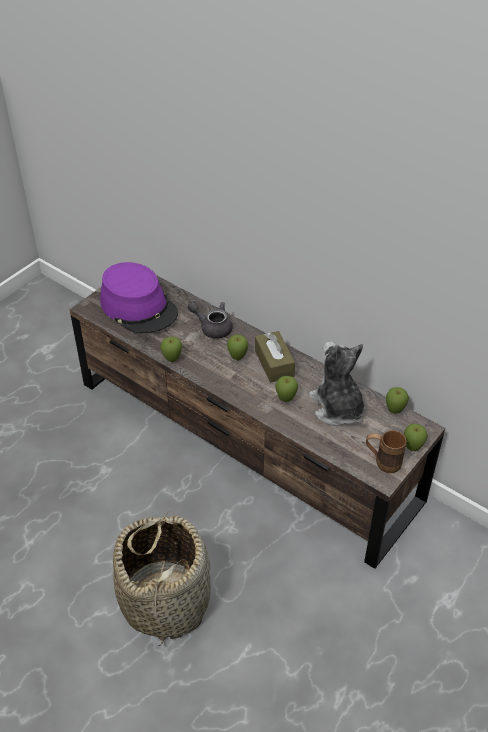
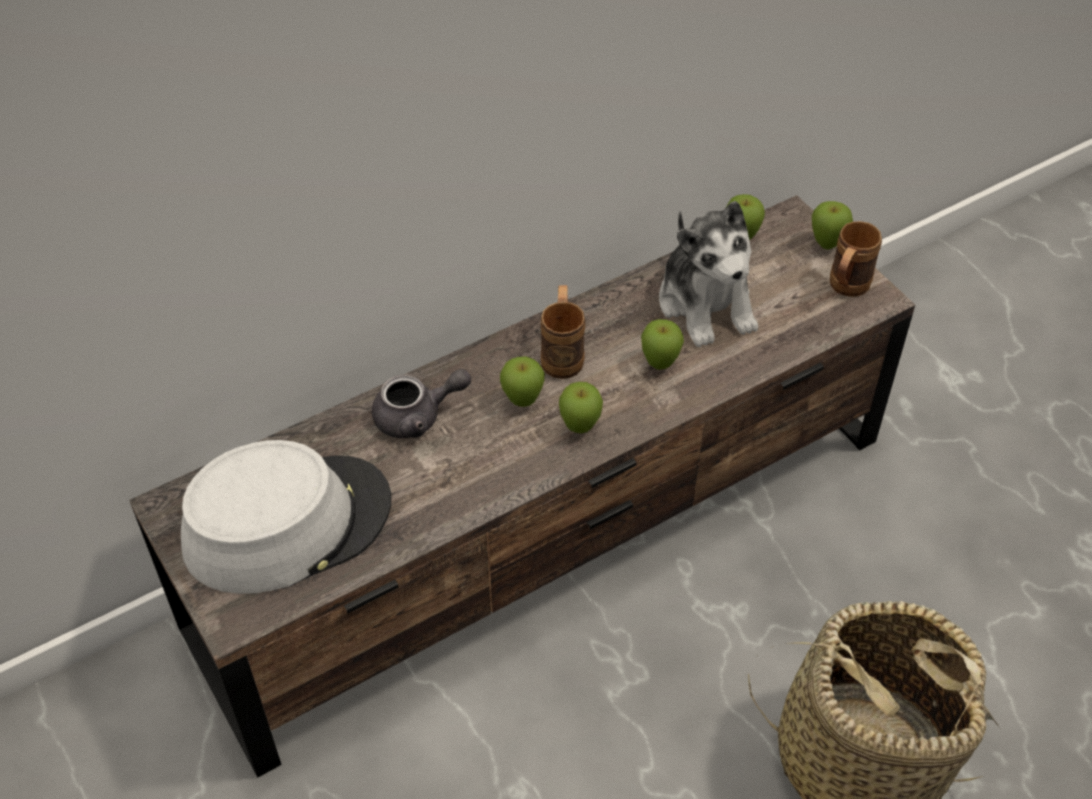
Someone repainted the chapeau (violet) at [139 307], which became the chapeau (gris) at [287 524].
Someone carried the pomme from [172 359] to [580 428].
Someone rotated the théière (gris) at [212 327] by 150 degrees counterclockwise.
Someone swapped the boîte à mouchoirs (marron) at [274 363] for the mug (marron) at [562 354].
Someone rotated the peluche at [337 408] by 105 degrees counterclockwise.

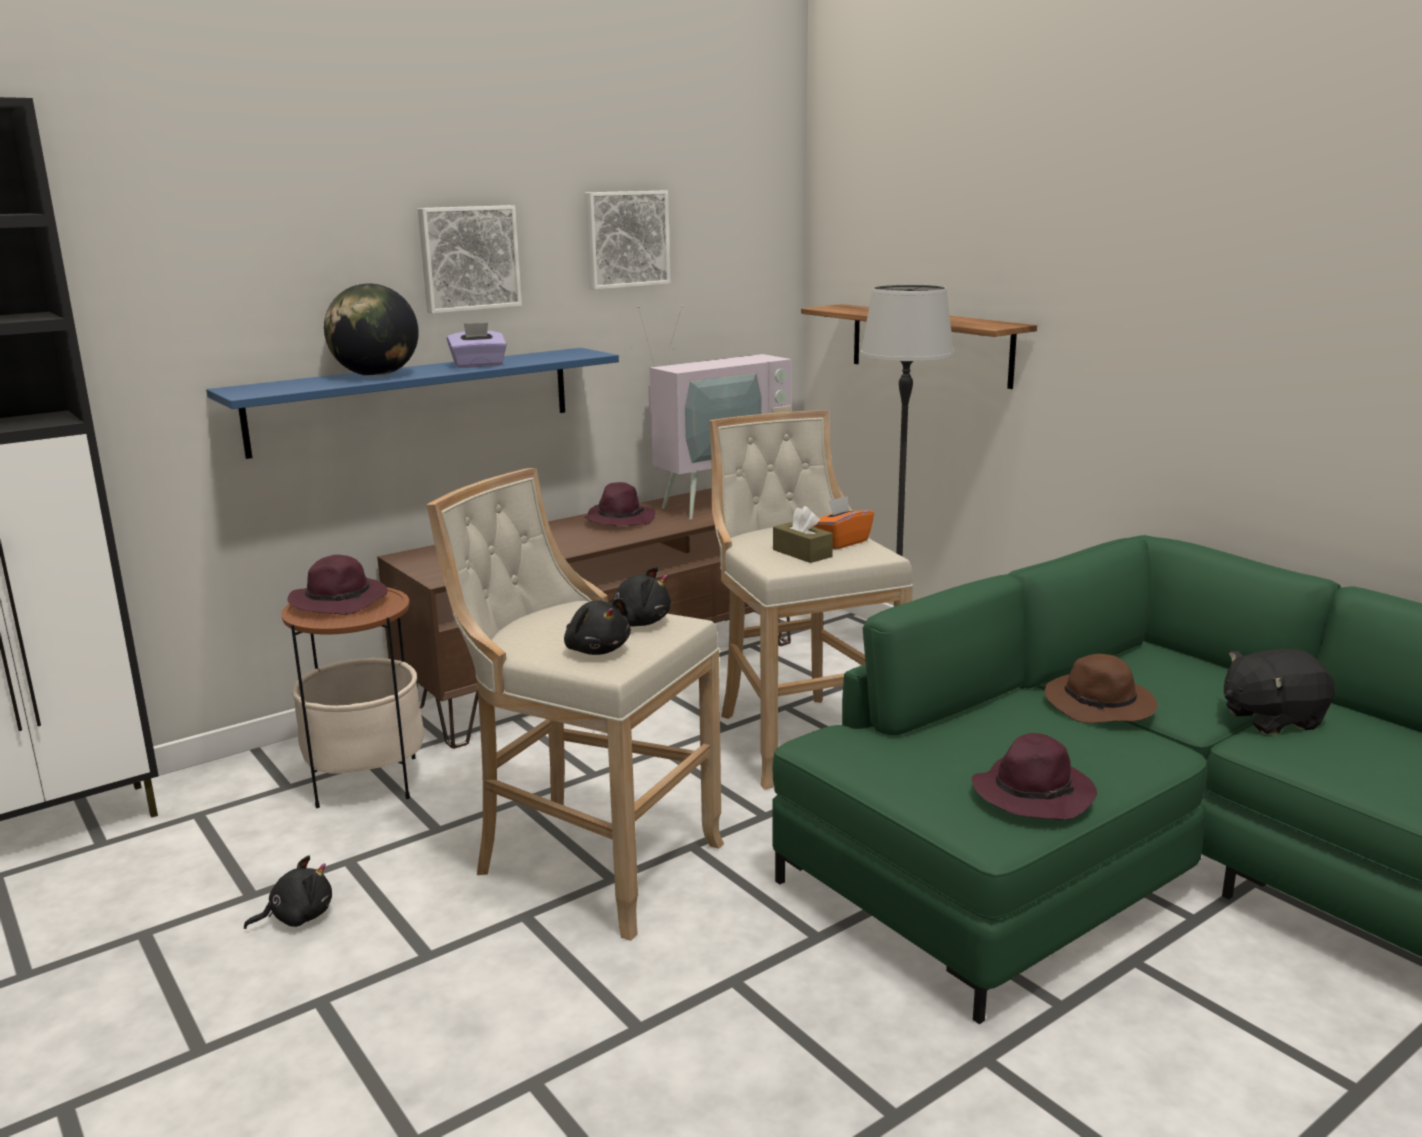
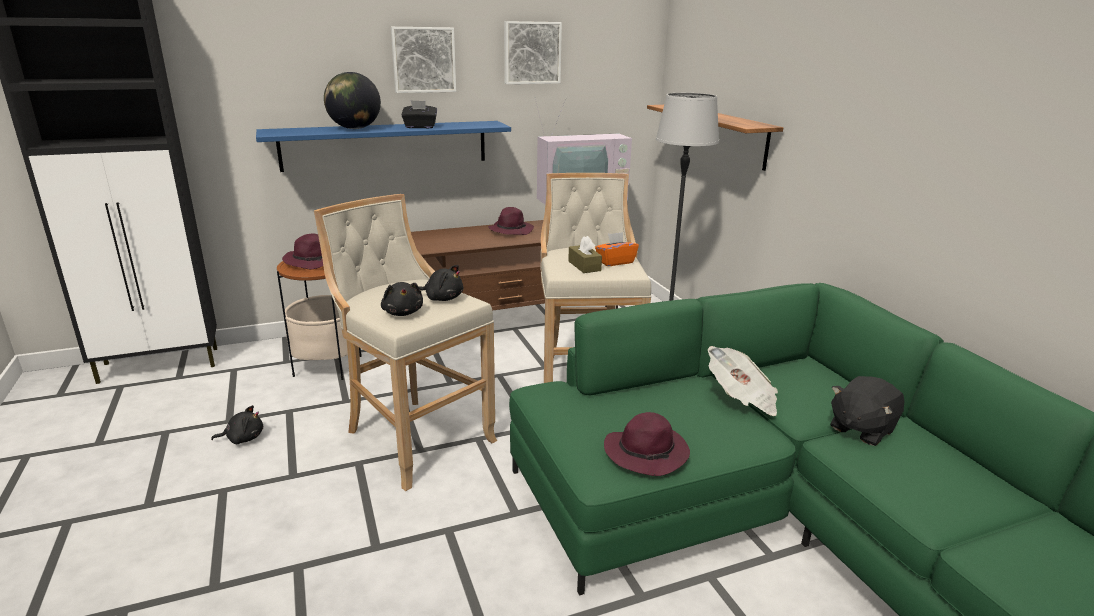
Someone repainted the boîte à mouchoirs (violet) at [478 365], which became the boîte à mouchoirs (noir) at [420 127].
Someone swapped the chapeau (marron) at [1101 706] for the journal at [741 398].
Someone rotated the peluche (noir) at [1271 719] by 45 degrees counterclockwise.

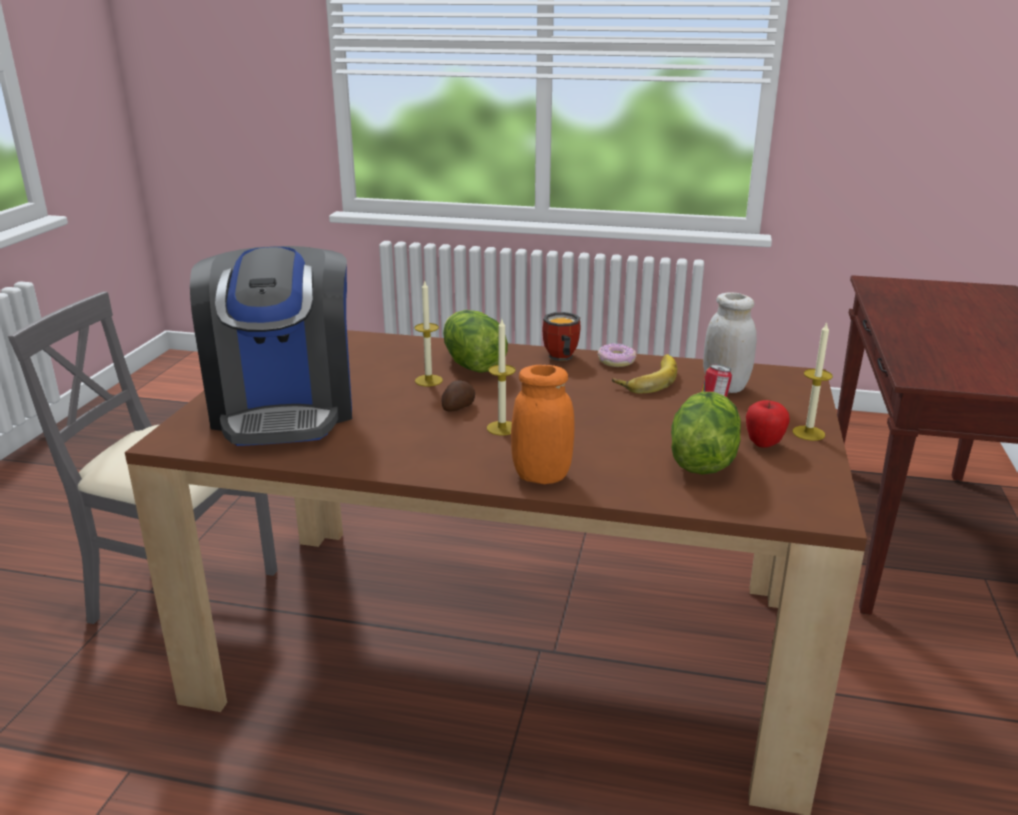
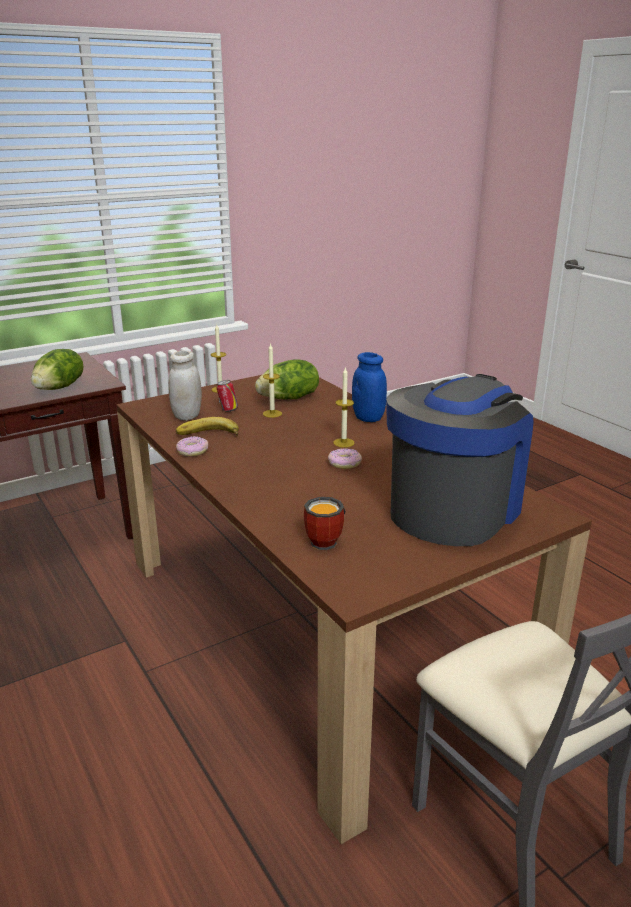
Someone carried the bougie from [428 380] to [272 413].
Someone swapped the pomme de terre at [457 407] for the beignet at [344 463].
Someone carried the laitue from [472 365] to [60 387].
Someone repainted the bocal (orange) at [541 476], which became the bocal (bleu) at [368 418].
Someone carried the mug from [559 358] to [328 541].
Someone took away the pomme at [764 444].

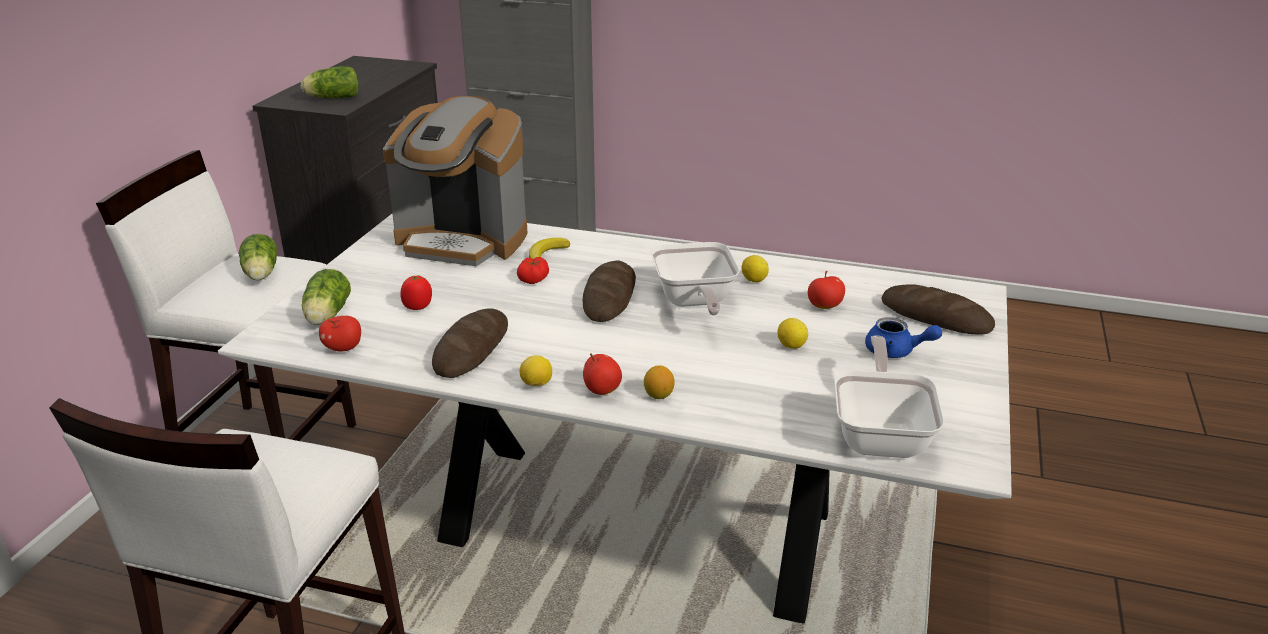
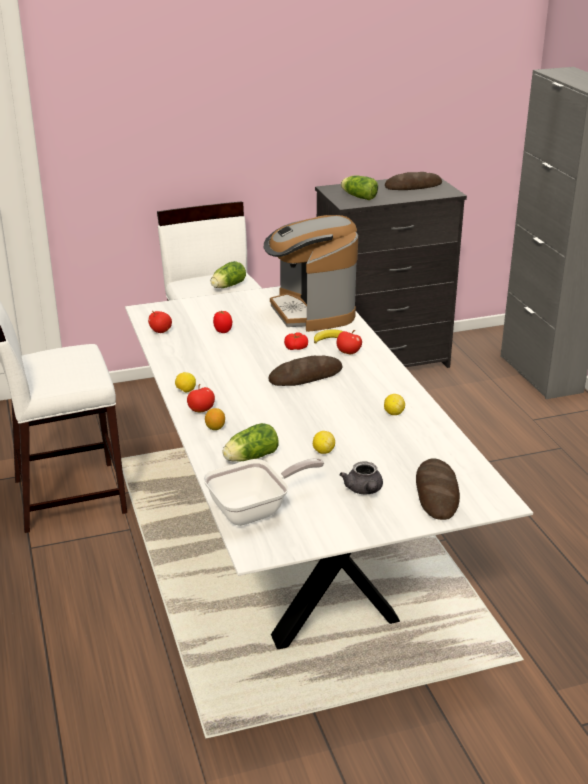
Someone carried the laitue from [326 316] to [249 457].
Someone carried the pain from [472 349] to [413 186].
Someone took away the poêle at [694 302].
Someone carried the pomme from [825 306] to [348 353].
Someone repainted the théière (bleu) at [896 352], which became the théière (gris) at [364 490].

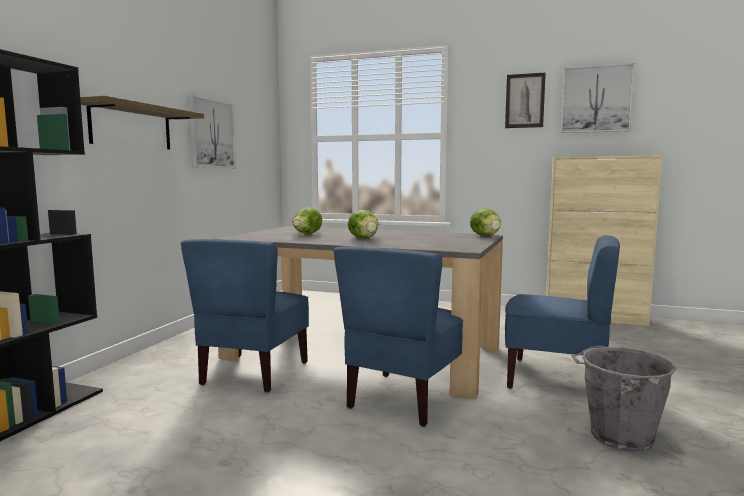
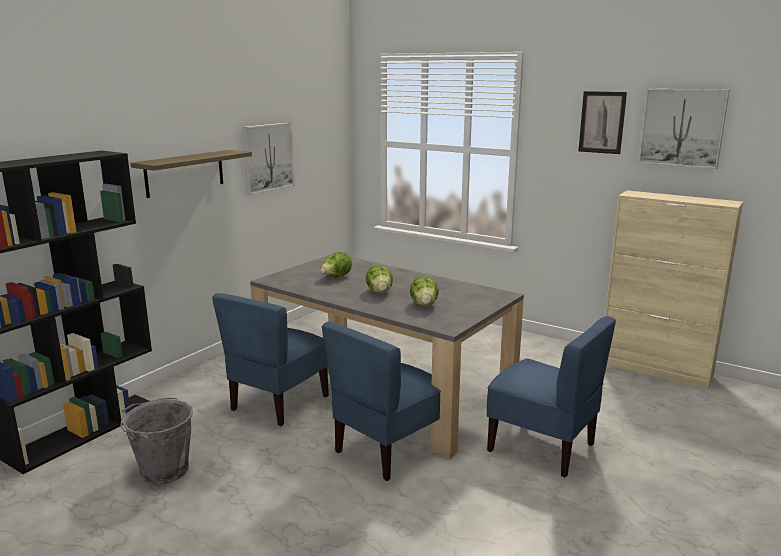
Someone carried the laitue from [485 236] to [424 305].
Someone carried the seau (gris) from [618 436] to [163 470].

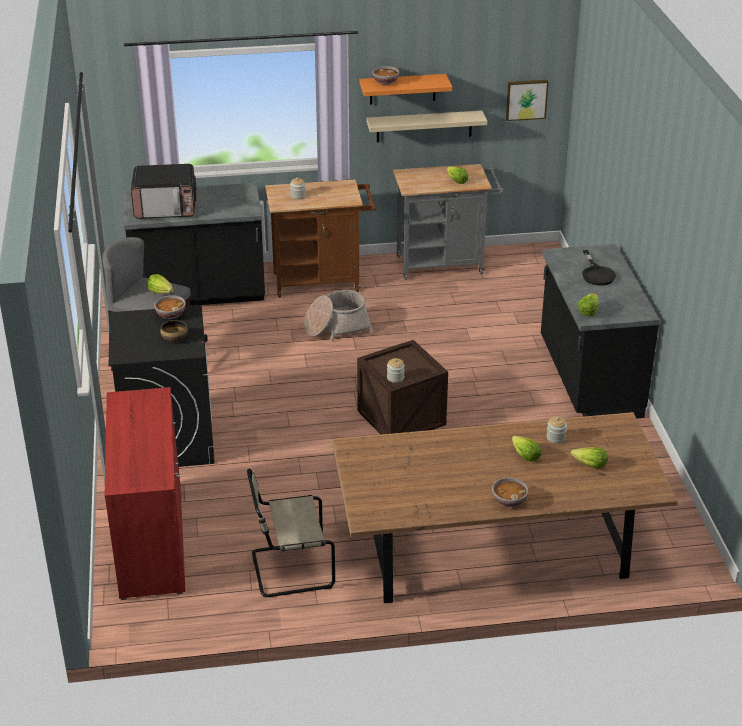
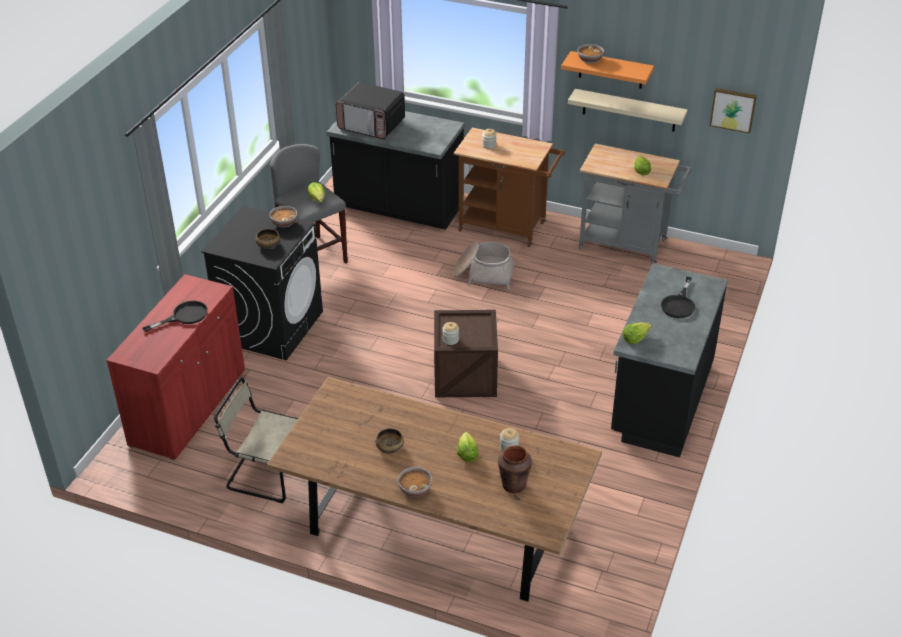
Someone swapped the laitue at [589 465] for the vase (marron) at [513 485].
Someone put down the poêle (noir) at [184 316].
Someone put down the bol at [390 447].

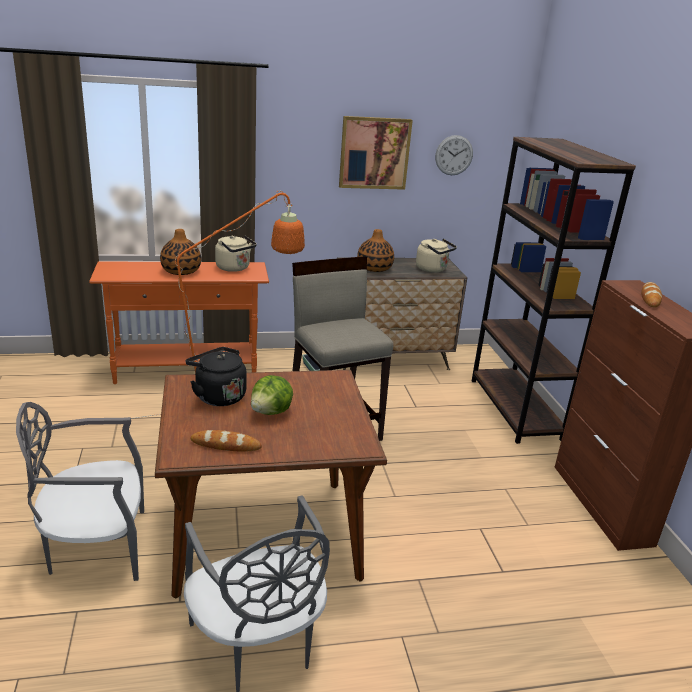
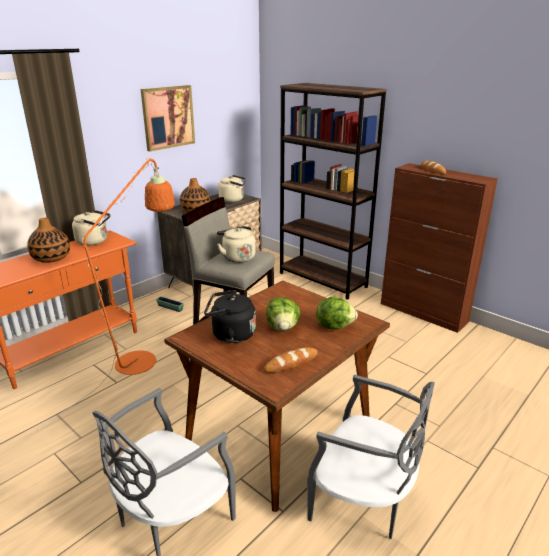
Someone took away the horloge murale at [454 155].
Someone put down the bouilloire (beige) at [237 257].
Someone put down the laitue at [334 326].

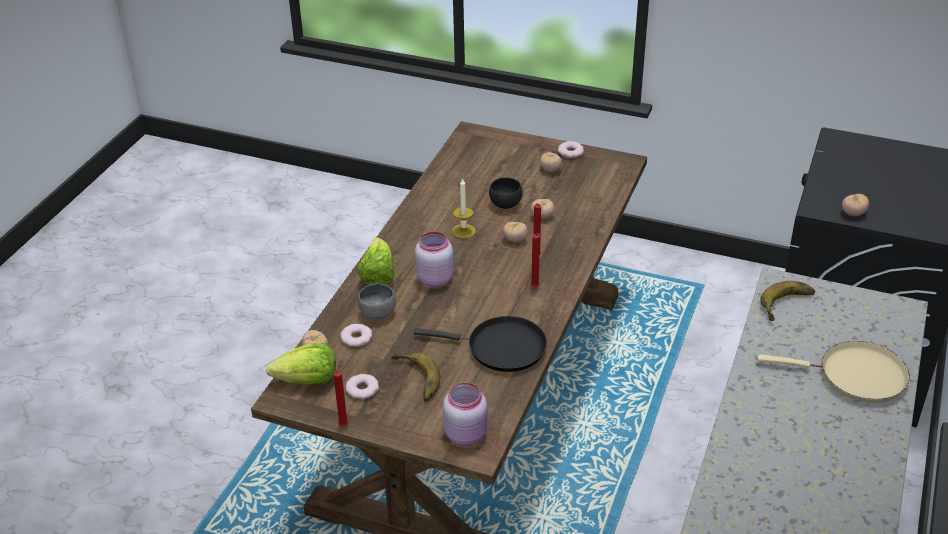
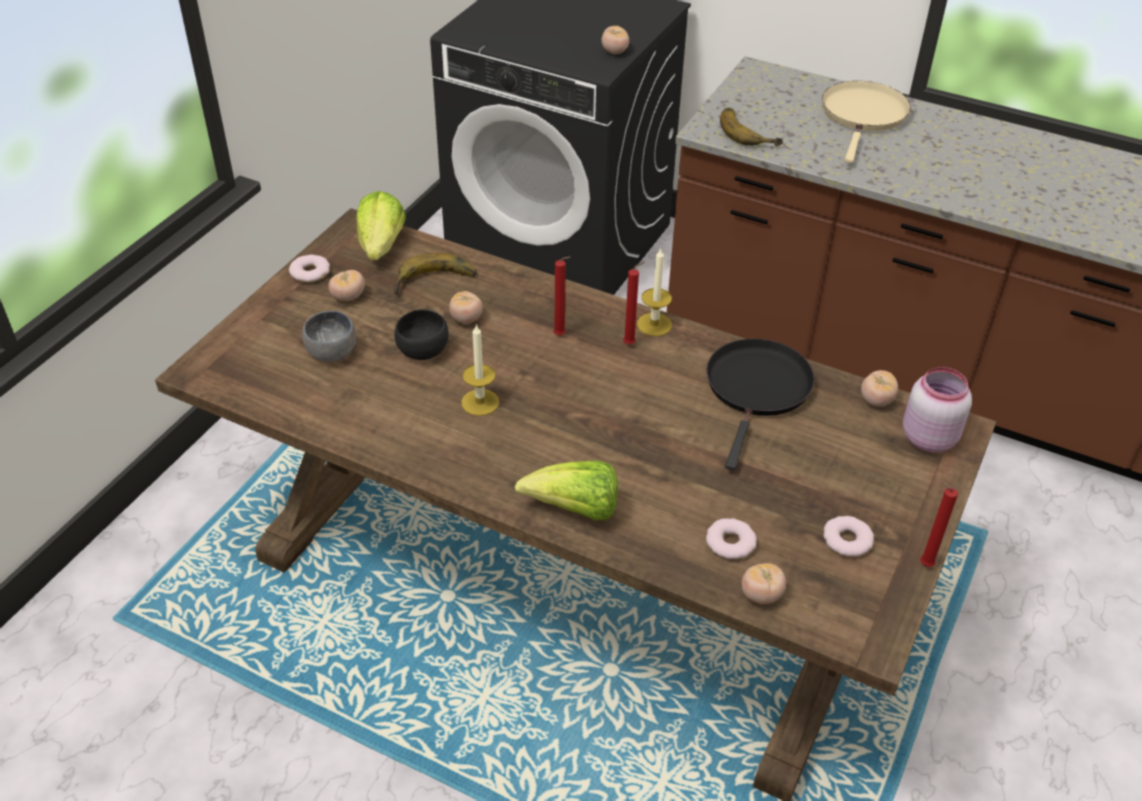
Someone carried the laitue from [307 380] to [381 246].
Someone carried the bol (gris) from [376 314] to [332 354].
Someone carried the banane from [414 380] to [435 283].
Someone took away the bocal (rose) at [434 278].
Someone carried the tomate from [515 239] to [876 401].
Someone put down the bougie at [654 324].

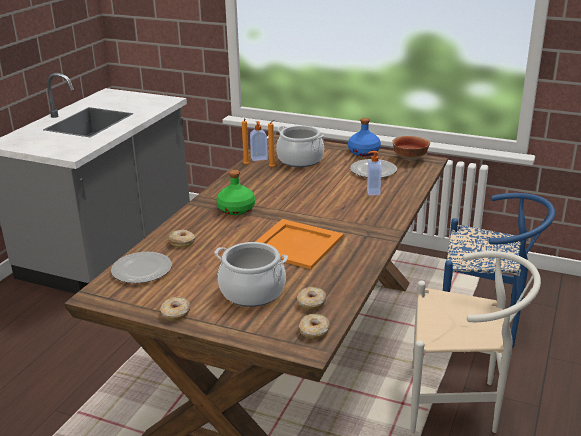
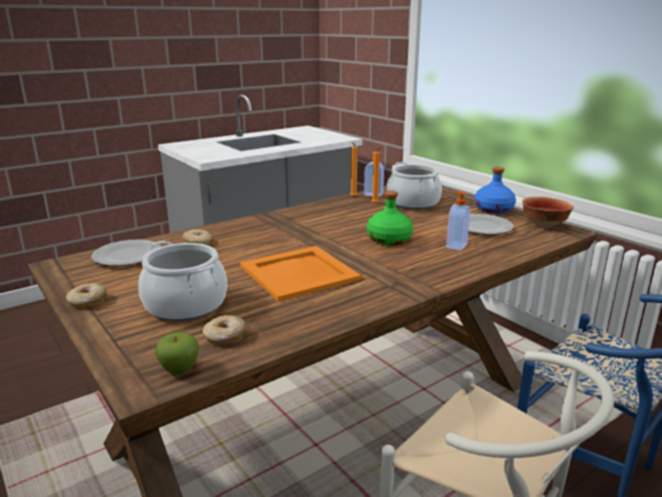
Someone carried the bouteille (vert) from [236 209] to [388 239].
Someone swapped the beignet at [314 331] for the pomme at [179 369].

